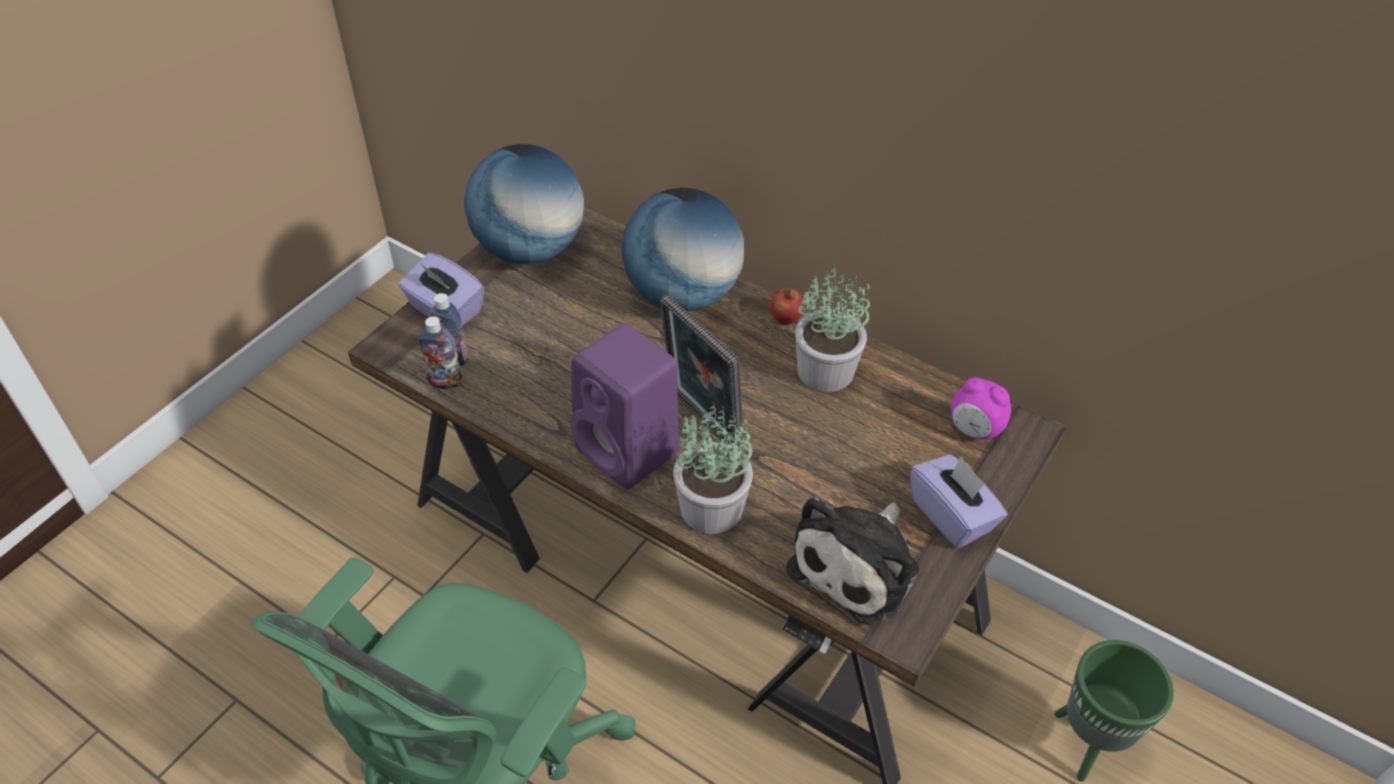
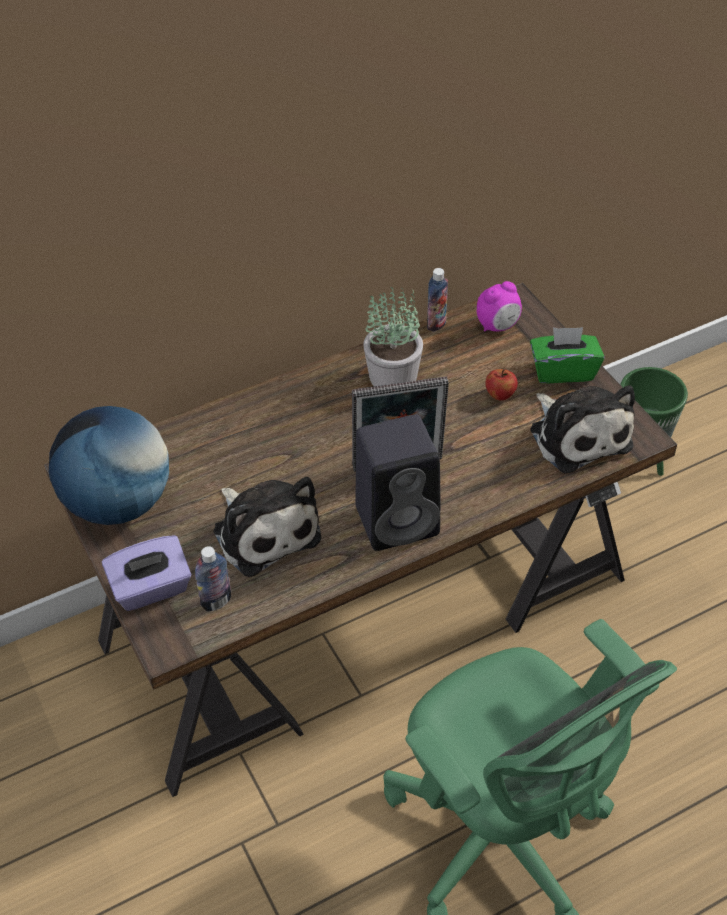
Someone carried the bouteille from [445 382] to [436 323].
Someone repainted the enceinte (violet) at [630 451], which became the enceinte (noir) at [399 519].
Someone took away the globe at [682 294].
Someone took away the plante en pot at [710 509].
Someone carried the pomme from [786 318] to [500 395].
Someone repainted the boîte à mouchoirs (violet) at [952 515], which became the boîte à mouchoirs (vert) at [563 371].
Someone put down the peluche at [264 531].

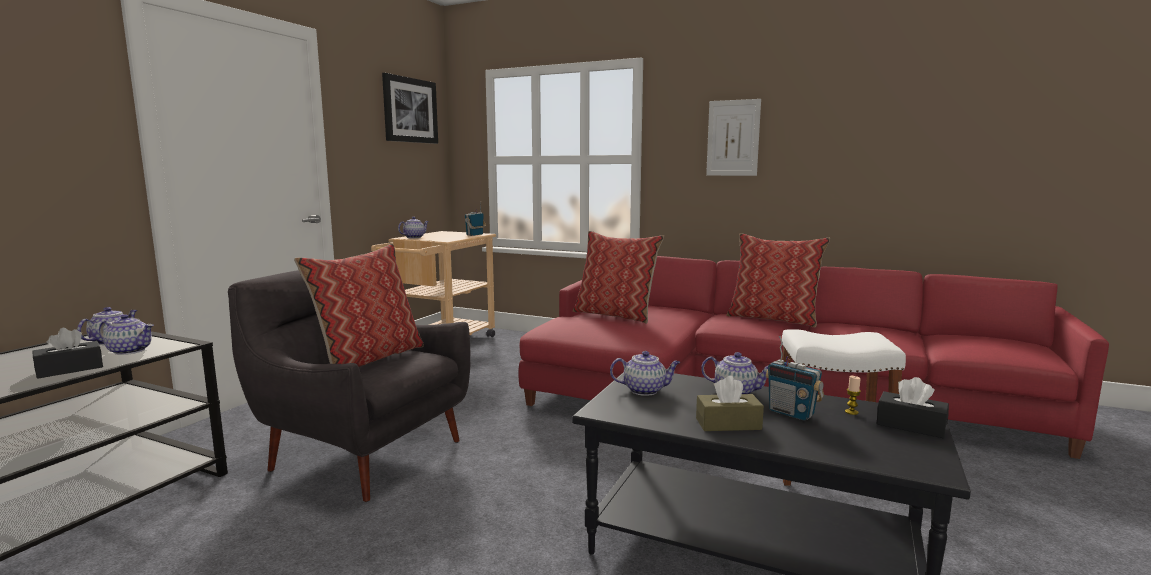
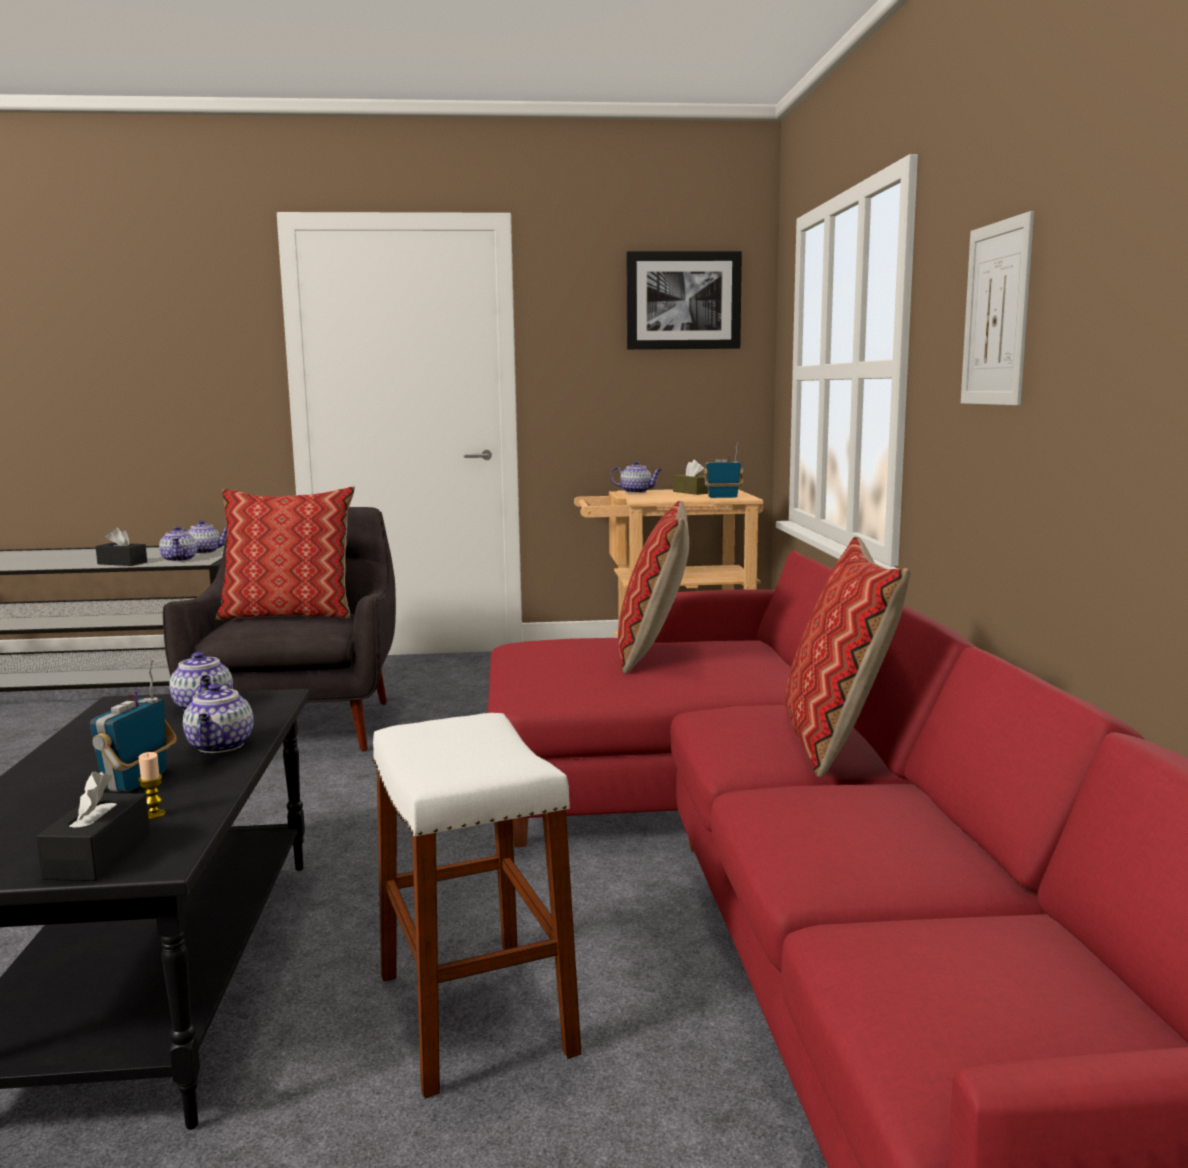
Someone carried the boîte à mouchoirs (marron) from [728 424] to [692 492].

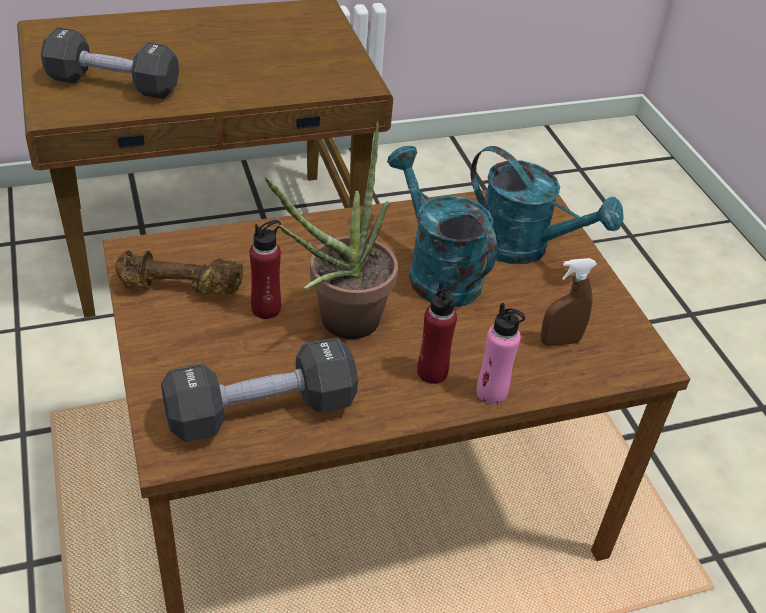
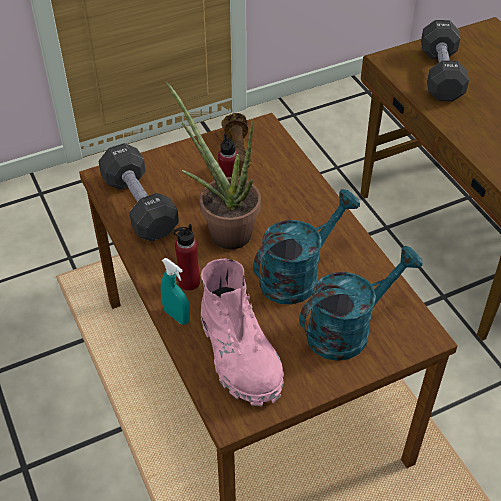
Someone rotated the arrosoir (turquoise) at [524 248] by 150 degrees counterclockwise.
Someone swapped the bouteille (rose) at [491 392] for the vaporisateur (turquoise) at [177 316].
Someone swapped the vaporisateur (marron) at [560 341] for the botte (rose) at [239 356].

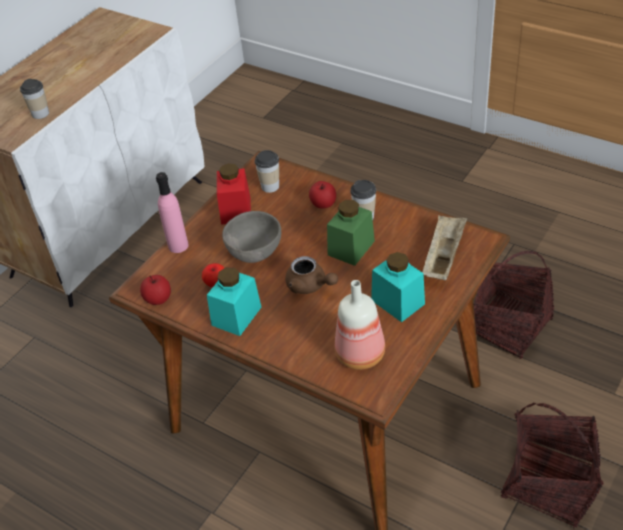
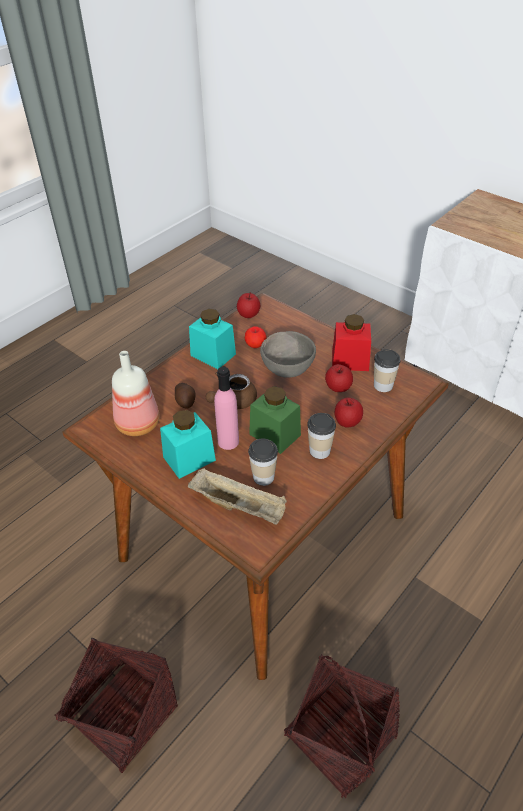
Someone carried the tasse from [40 114] to [263 477].
Someone carried the bouteille (rose) from [178 246] to [228 441].
Someone put down the pomme de terre at [185 401].
Someone put down the pomme at [338 387].

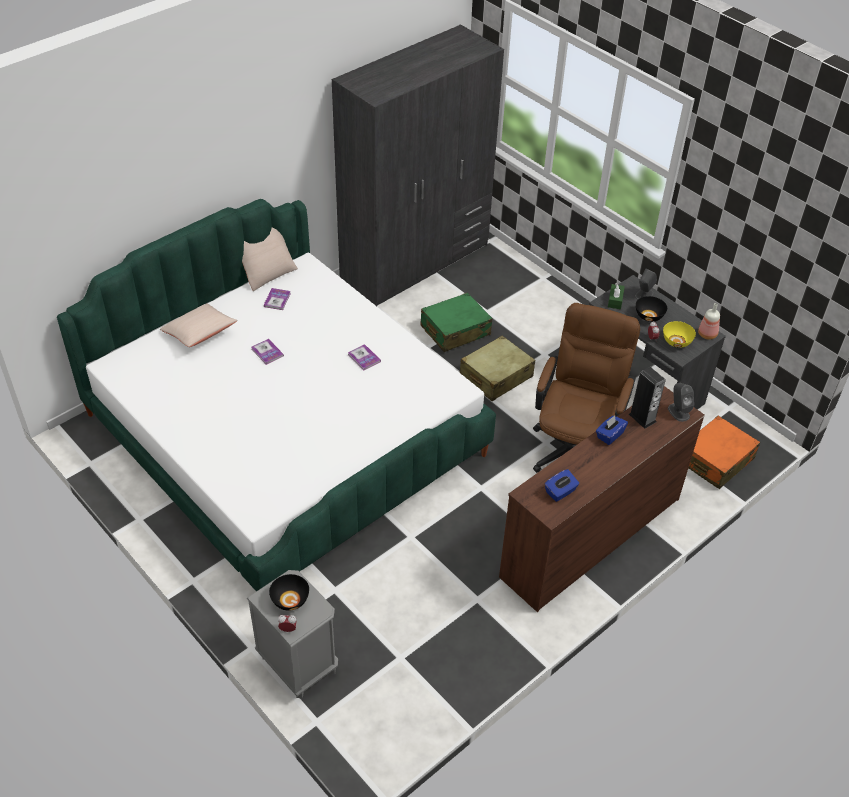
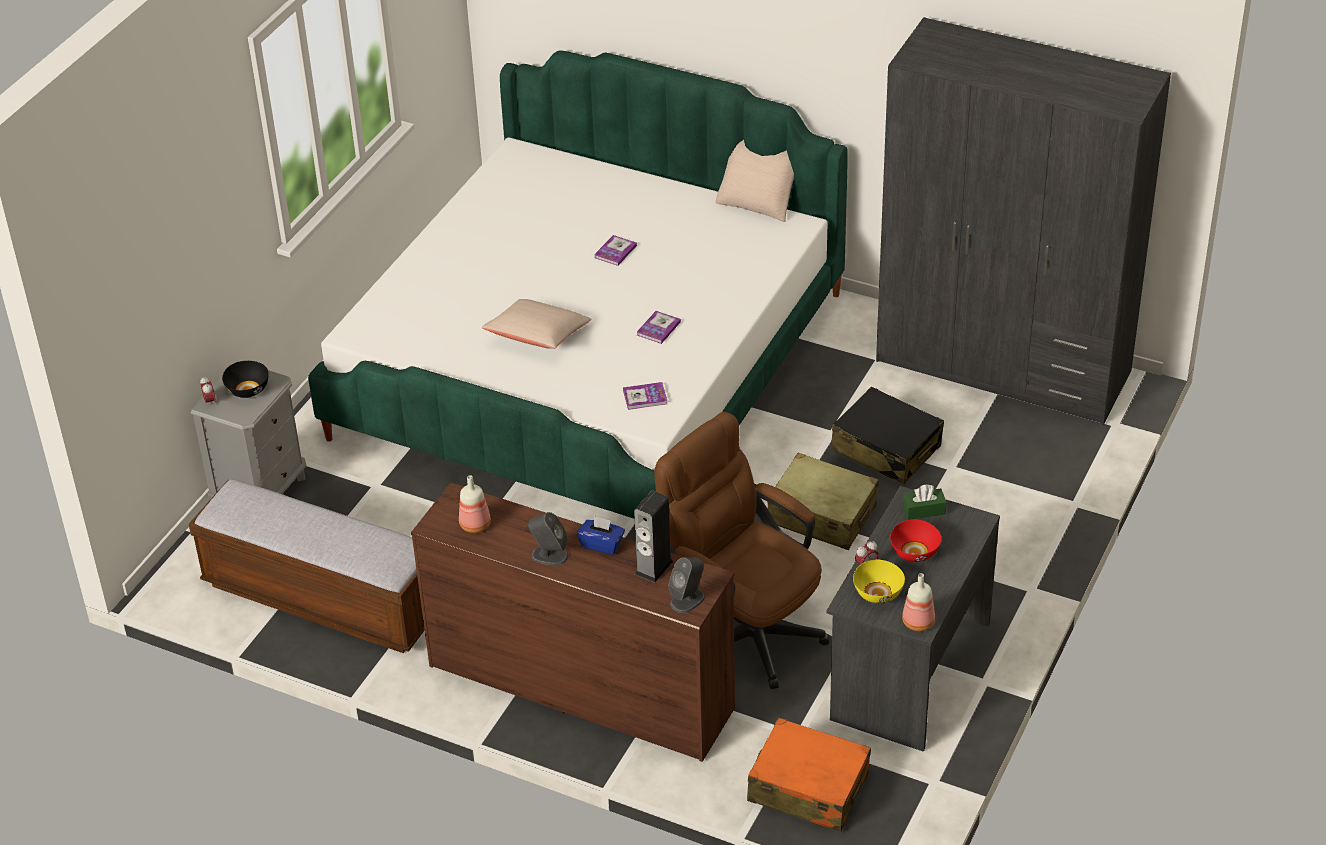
Someone carried the coussin (beige) from [200 333] to [538 336].
Someone carried the livre from [277 300] to [645 397].
Someone repainted the valise (vert) at [455 330], which became the valise (noir) at [886 448].
Someone rotated the chaise de bureau (marron) at [575 444] by 135 degrees counterclockwise.
Someone swapped the boîte à mouchoirs (bleu) at [560 492] for the bouteille at [476 524].
Someone carried the enceinte (gris) from [644 295] to [549 555].
Someone repainted the bol (noir) at [649 316], which became the bol (rouge) at [915 552].
Someone put down the banc at [322 598].

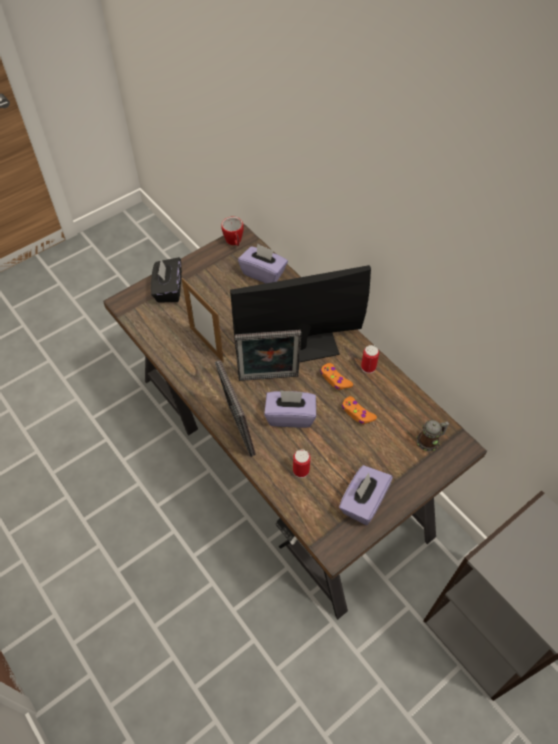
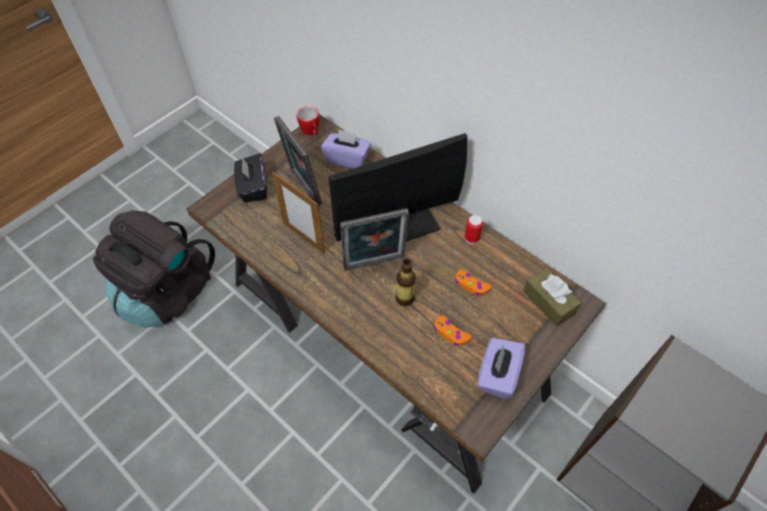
Someone carried the cadre photo from [237 431] to [302 188].
Someone swapped the boîte à mouchoirs (violet) at [290 416] for the bouteille at [404 298].
Someone took away the boîte métallique at [301 470].
Someone carried the manette (orange) from [335 379] to [450 333].
Someone swapped the mug at [430 441] for the boîte à mouchoirs (marron) at [549 302].
Someone put down the sac à dos (noir) at [167 292].

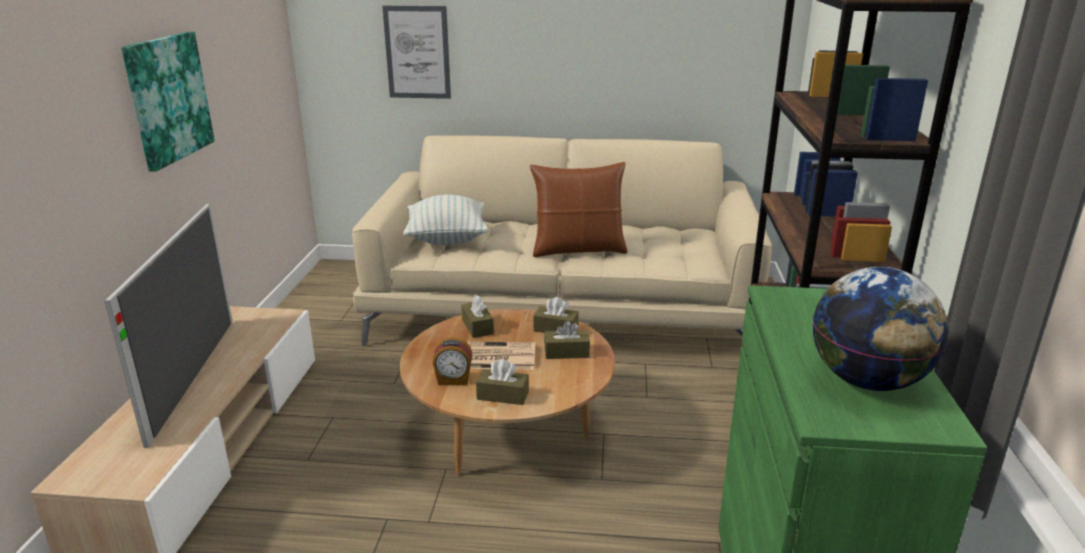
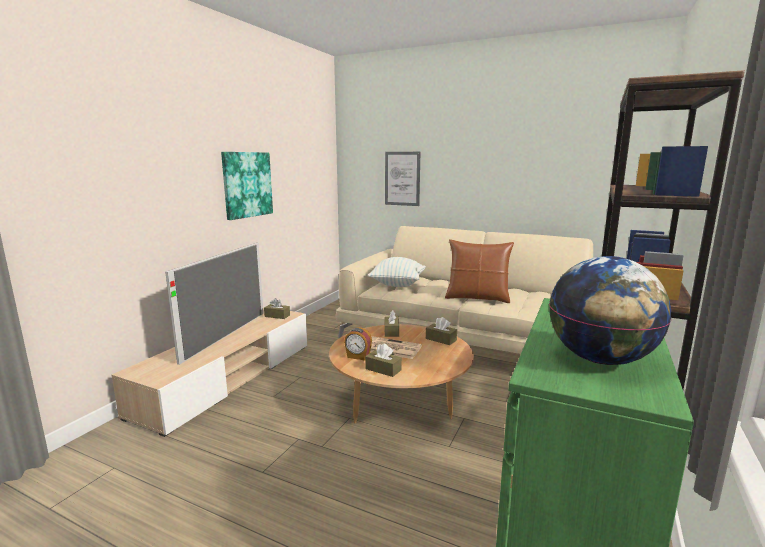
Someone carried the boîte à mouchoirs (marron) from [566 352] to [277 316].

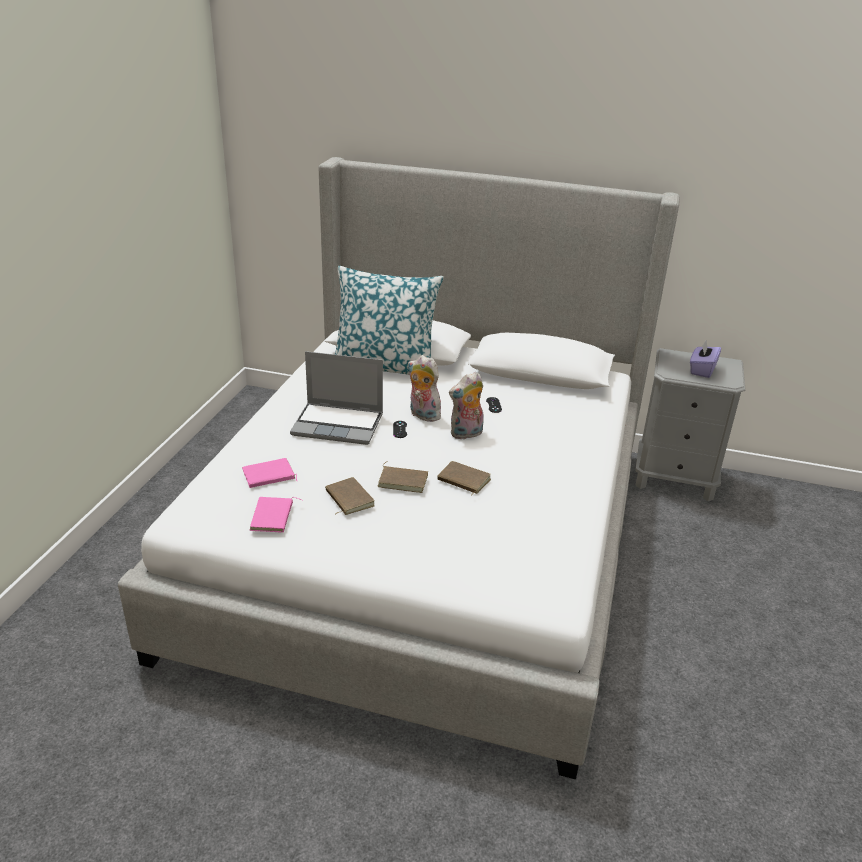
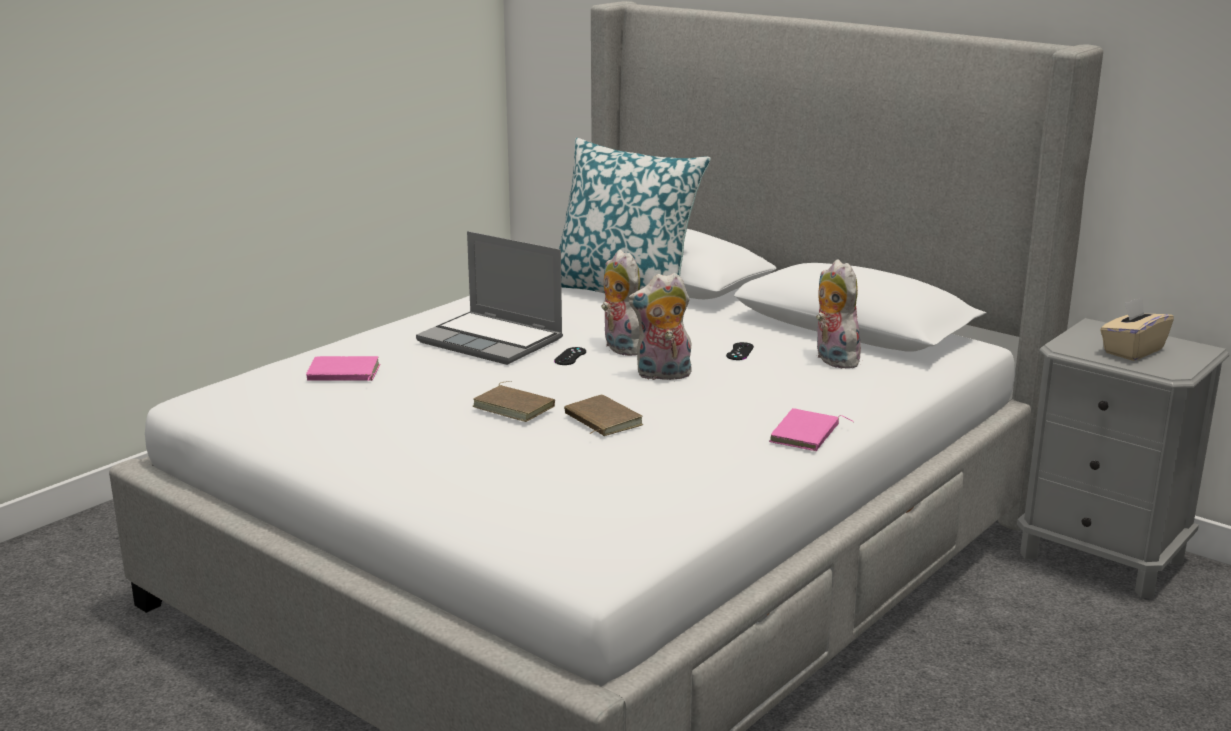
Someone carried the livre (rose) from [273 517] to [807 435].
Someone took away the livre (marron) at [348 499].
Someone repainted the boîte à mouchoirs (violet) at [702 370], which became the boîte à mouchoirs (beige) at [1132 351].
Someone put down the peluche at [832 360].

